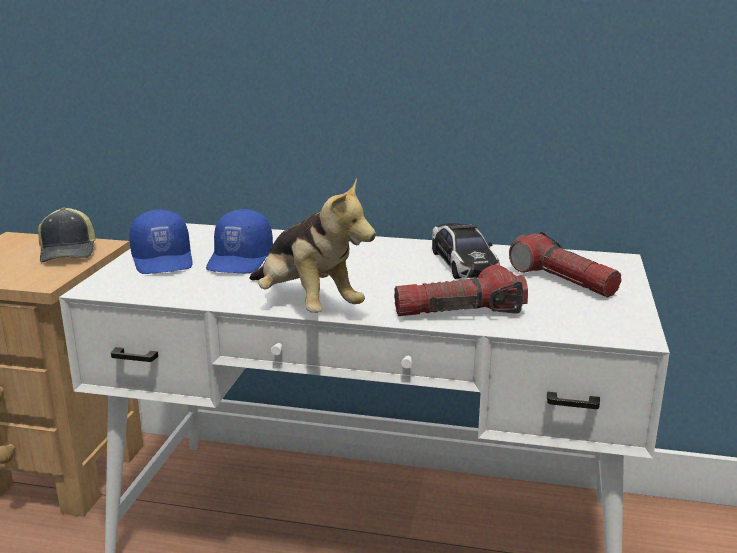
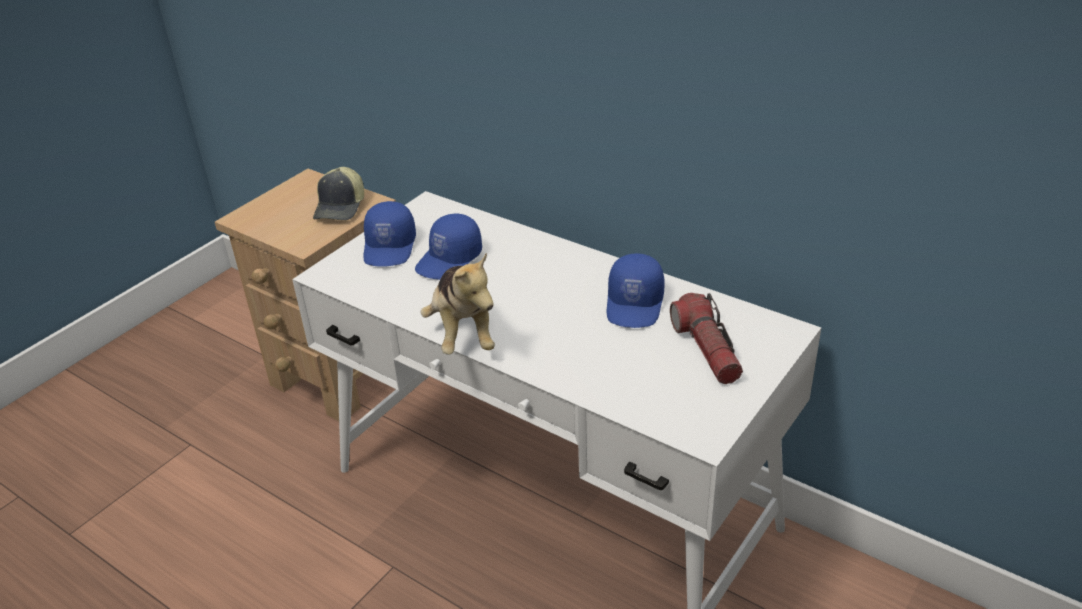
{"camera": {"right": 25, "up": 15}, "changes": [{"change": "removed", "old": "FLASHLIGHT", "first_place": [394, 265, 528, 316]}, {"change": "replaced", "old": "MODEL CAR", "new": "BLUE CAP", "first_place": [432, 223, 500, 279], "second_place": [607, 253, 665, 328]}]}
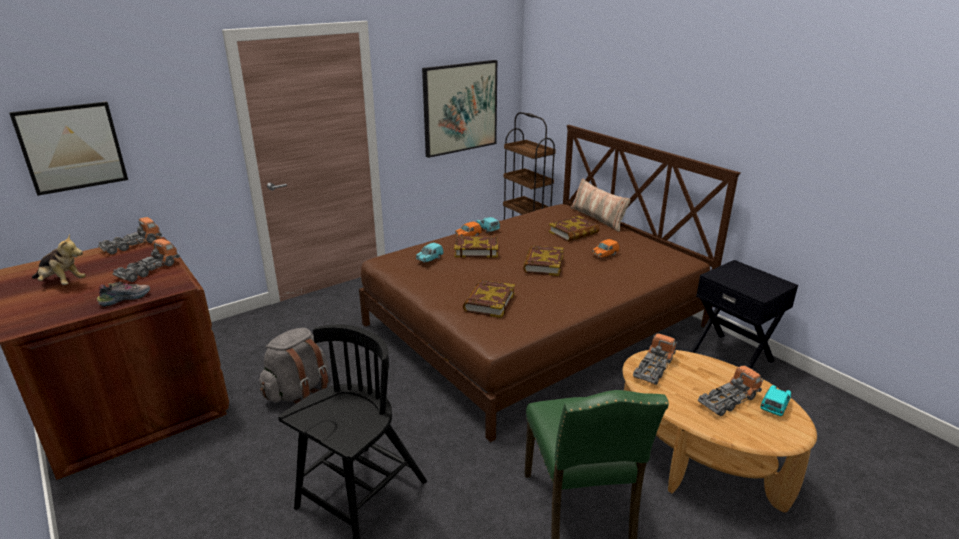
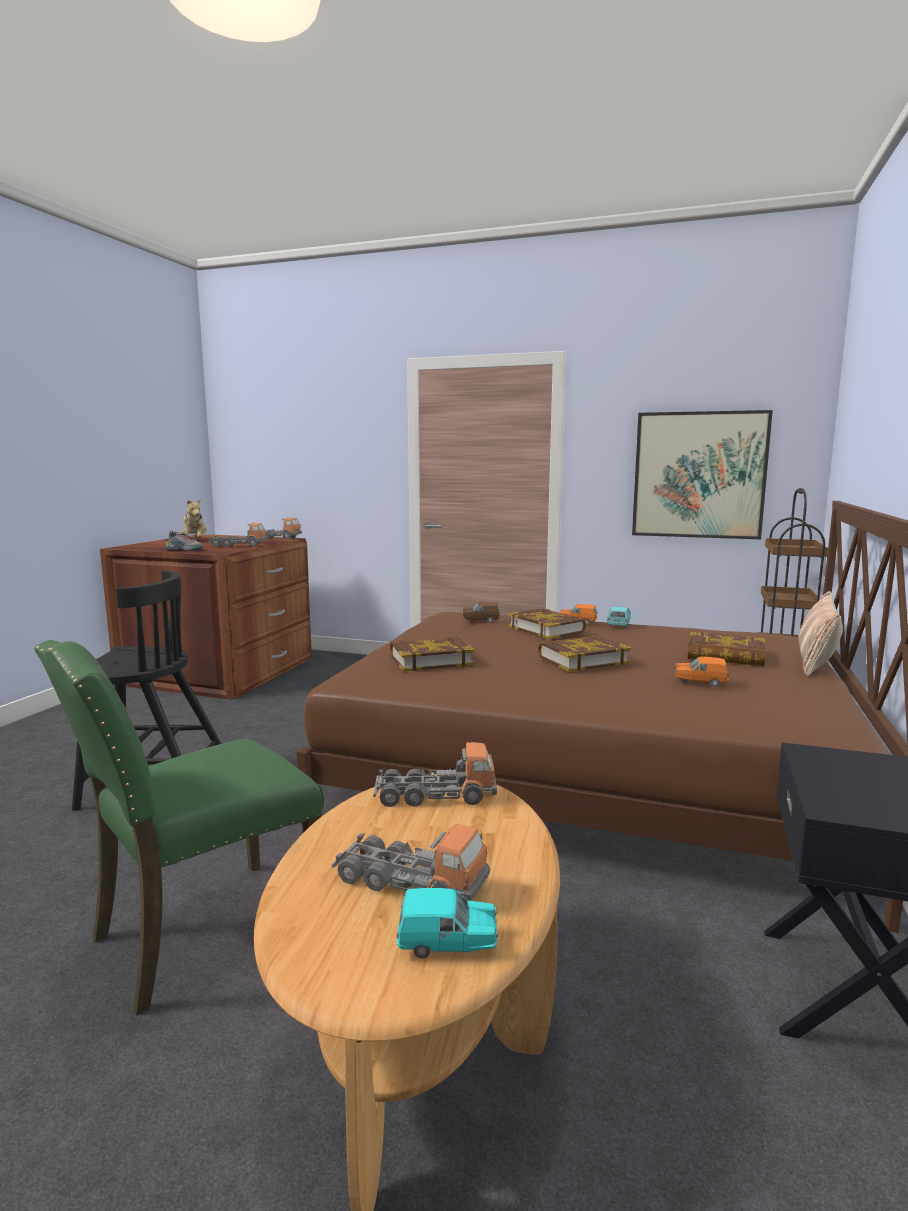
{"camera": {"right": 55, "up": -15}, "changes": [{"change": "removed", "old": "WALL PICTURE", "first_place": [9, 102, 128, 196]}, {"change": "removed", "old": "GREY BACKPACK", "first_place": [259, 328, 329, 404]}, {"change": "recoloured", "old": "TURQUOISE-COLOURED MODEL CAR", "new": "BROWN MODEL CAR", "first_place": [416, 243, 444, 263], "second_place": [462, 602, 500, 623]}]}
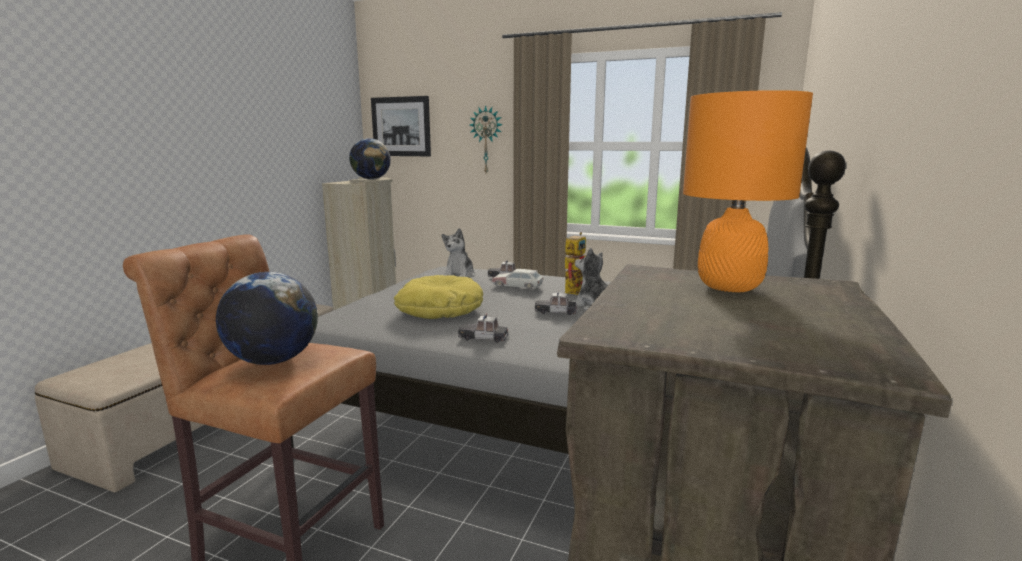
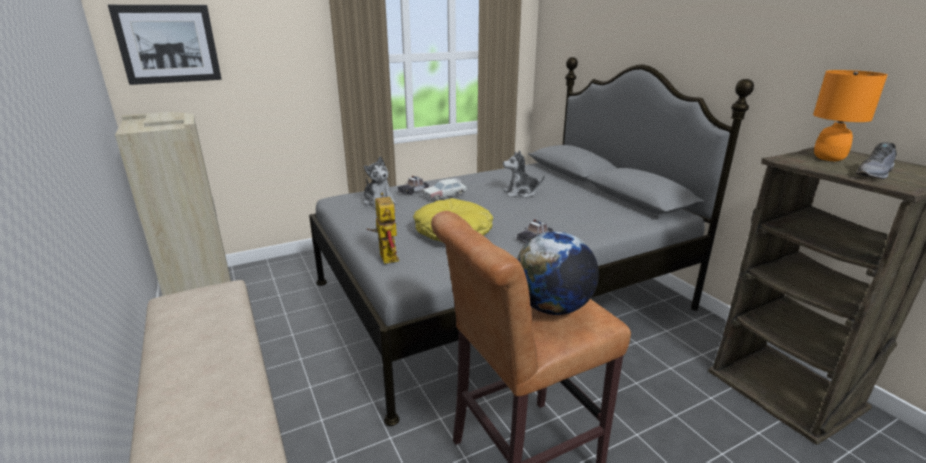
{"camera": {"right": -50, "up": 10}, "changes": [{"change": "removed", "old": "GLOBE", "first_place": [349, 138, 391, 179]}, {"change": "removed", "old": "HANGING CLOCK", "first_place": [470, 105, 503, 173]}, {"change": "removed", "old": "MODEL CAR", "first_place": [535, 290, 577, 315]}, {"change": "moved", "old": "ROBOT FIGURE", "first_place": [565, 233, 586, 295], "second_place": [367, 193, 399, 264]}, {"change": "added", "new": "GREY LOW SHOE", "second_place": [856, 142, 897, 179]}]}
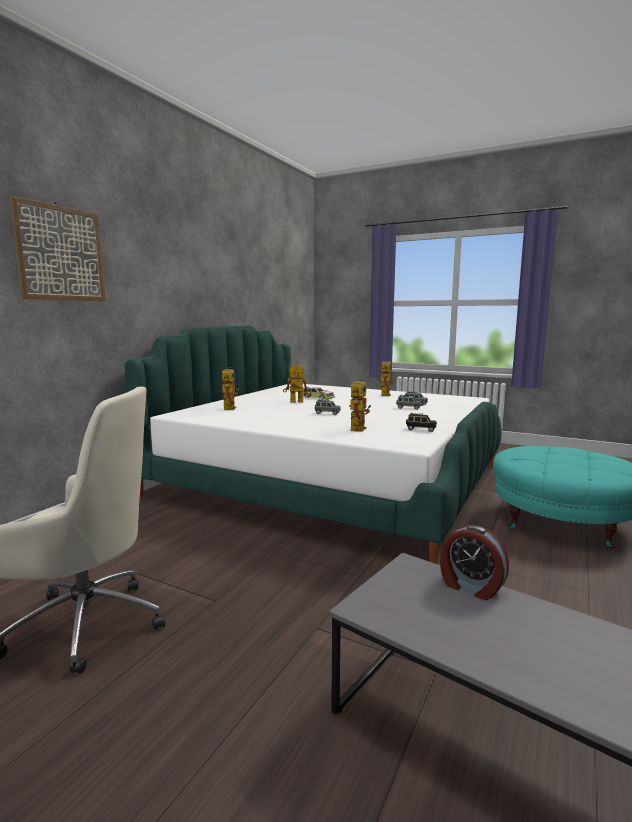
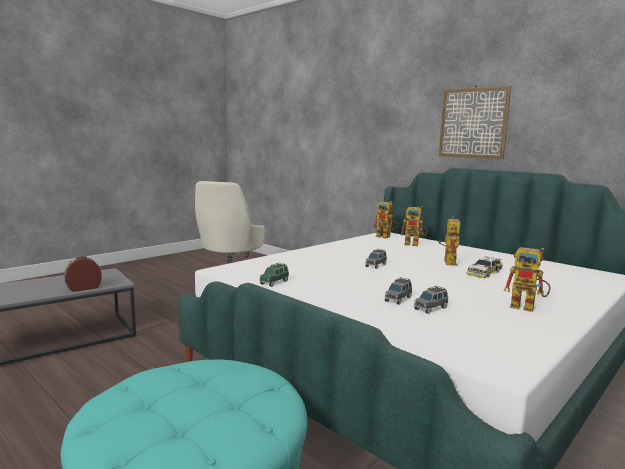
{"camera": {"right": 105, "up": 0}, "changes": [{"change": "moved", "old": "WALL PICTURE", "first_place": [10, 196, 106, 301], "second_place": [439, 85, 511, 159]}, {"change": "moved", "old": "ROBOT FIGURE", "first_place": [349, 378, 371, 432], "second_place": [373, 201, 399, 239]}, {"change": "recoloured", "old": "BLACKISH MODEL CAR", "new": "GREENISH MODEL CAR", "first_place": [406, 413, 437, 432], "second_place": [259, 263, 289, 287]}]}
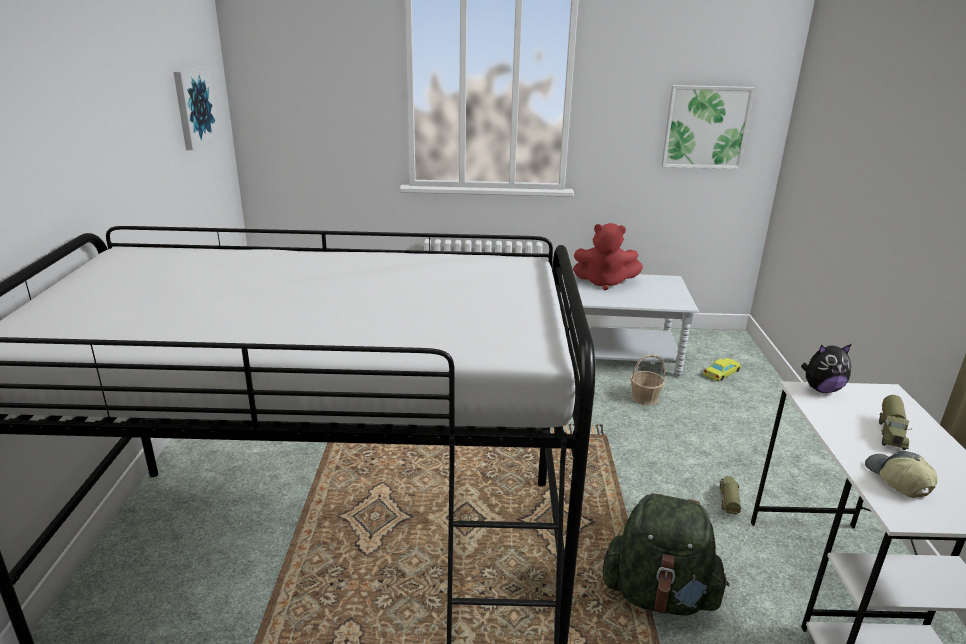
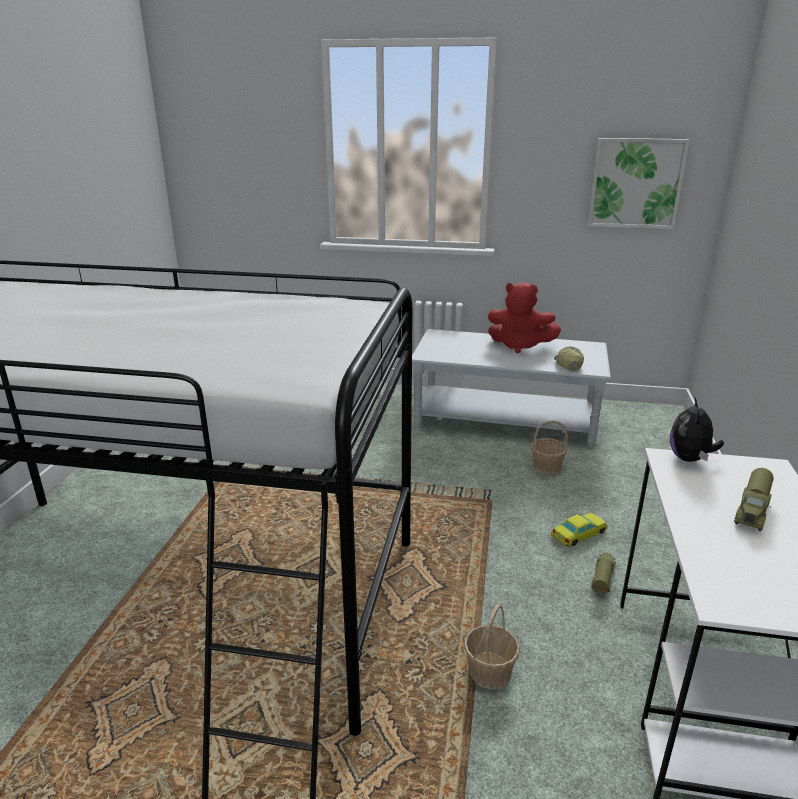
{"camera": {"right": 10, "up": 0}, "changes": [{"change": "removed", "old": "WALL PICTURE", "first_place": [174, 64, 219, 150]}, {"change": "replaced", "old": "GREENISH BACKPACK", "new": "STORAGE BASKET", "first_place": [603, 493, 729, 616], "second_place": [464, 604, 520, 689]}, {"change": "moved", "old": "YELLOW MODEL CAR", "first_place": [703, 358, 741, 381], "second_place": [551, 513, 608, 547]}, {"change": "turned", "old": "SOFT TOY", "first_place": [801, 344, 851, 393], "second_place": [670, 397, 724, 462], "degrees": 105}, {"change": "moved", "old": "CAP", "first_place": [865, 451, 938, 498], "second_place": [554, 346, 584, 370]}]}
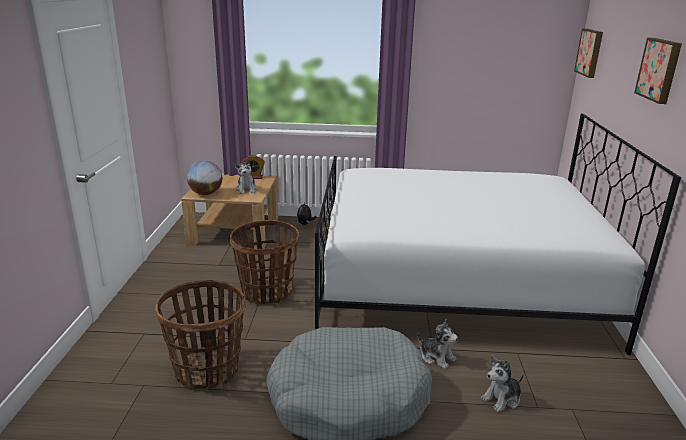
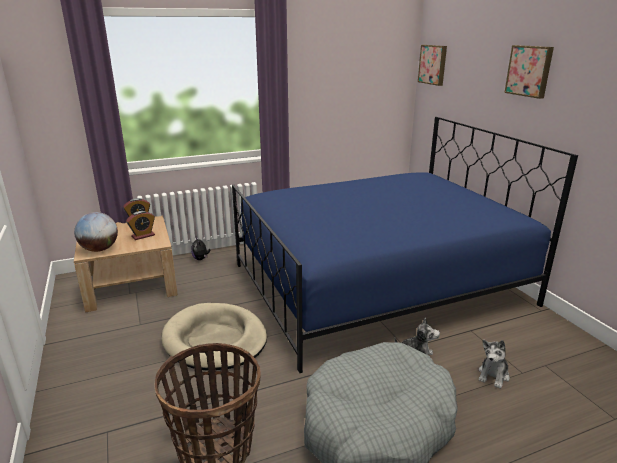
{"camera": {"right": -25, "up": 0}, "changes": [{"change": "replaced", "old": "STORAGE BASKET", "new": "BEIGE DOG CUSHION", "first_place": [230, 220, 299, 305], "second_place": [161, 303, 267, 370]}, {"change": "replaced", "old": "SOFT TOY", "new": "TABLE CLOCK", "first_place": [234, 159, 257, 194], "second_place": [126, 211, 155, 240]}, {"change": "recoloured", "old": "WHITE-COLOURED BEDROOM BED", "new": "BLUE BEDROOM BED", "first_place": [315, 114, 681, 355], "second_place": [232, 117, 578, 373]}]}
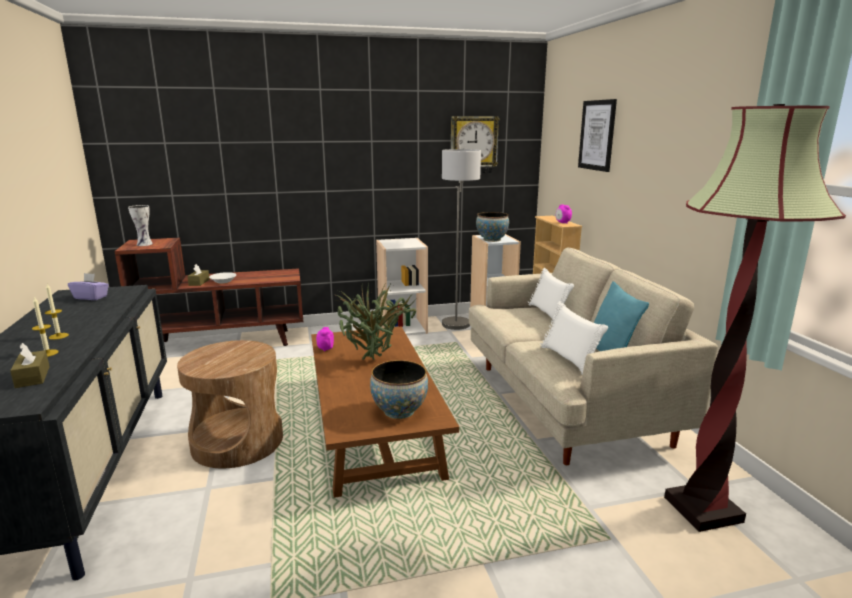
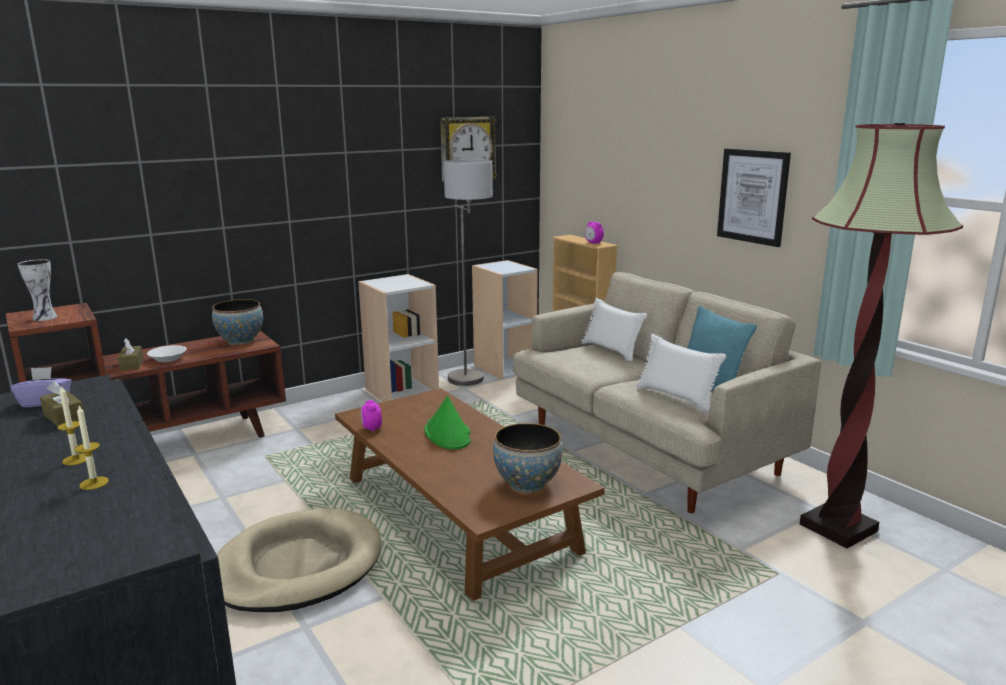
{"camera": {"right": -20, "up": 0}, "changes": [{"change": "moved", "old": "BROWN BOX OF TISSUES", "first_place": [10, 343, 50, 388], "second_place": [40, 381, 85, 427]}, {"change": "replaced", "old": "BROWN END TABLE", "new": "BEIGE DOG CUSHION", "first_place": [177, 340, 283, 468], "second_place": [217, 508, 381, 612]}, {"change": "replaced", "old": "POTTED PLANT", "new": "GREENISH HAT", "first_place": [336, 282, 416, 360], "second_place": [424, 396, 471, 449]}, {"change": "moved", "old": "SERVING BOWL", "first_place": [476, 212, 509, 242], "second_place": [212, 299, 263, 345]}, {"change": "moved", "old": "WALL PICTURE", "first_place": [578, 99, 617, 172], "second_place": [717, 149, 791, 247]}]}
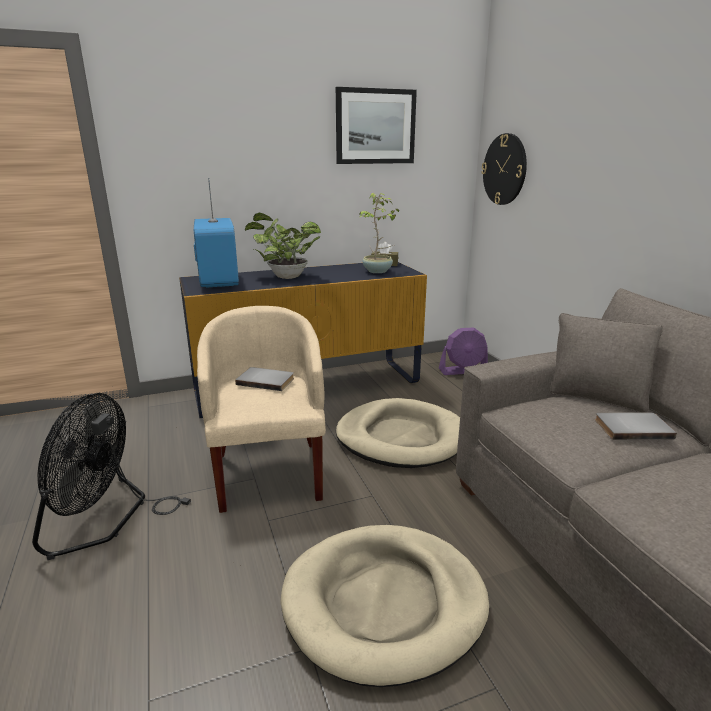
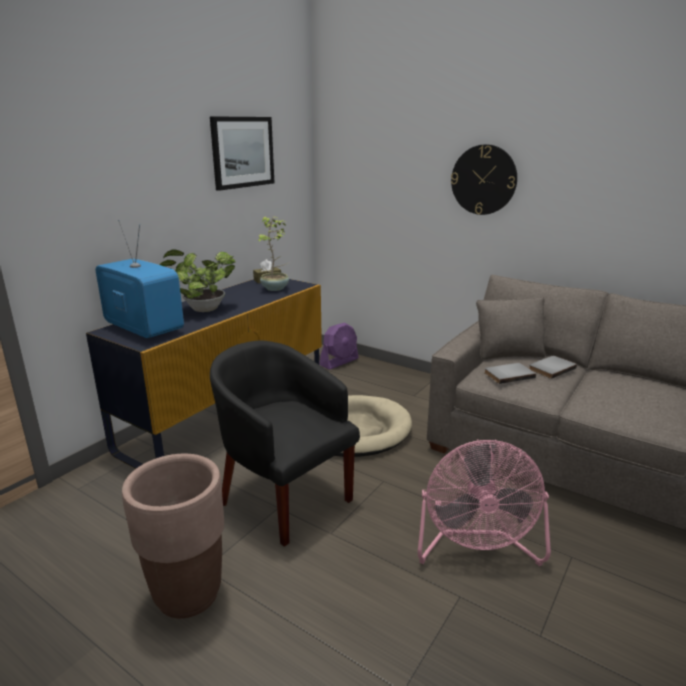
{"camera": {"right": -35, "up": 0}, "changes": [{"change": "replaced", "old": "BLACKISH FAN", "new": "BROWN FLOWER POT", "first_place": [32, 393, 191, 561], "second_place": [122, 454, 224, 618]}, {"change": "recoloured", "old": "BEIGE ARMCHAIR", "new": "BLACKISH ARMCHAIR", "first_place": [197, 306, 326, 513], "second_place": [210, 341, 360, 546]}, {"change": "moved", "old": "GREY BOUND BOOK", "first_place": [235, 367, 294, 391], "second_place": [484, 363, 536, 384]}, {"change": "replaced", "old": "BEIGE DOG CUSHION", "new": "PINKISH FAN", "first_place": [280, 525, 489, 687], "second_place": [418, 439, 551, 566]}, {"change": "moved", "old": "HANGING CLOCK", "first_place": [481, 133, 527, 205], "second_place": [451, 144, 517, 215]}]}
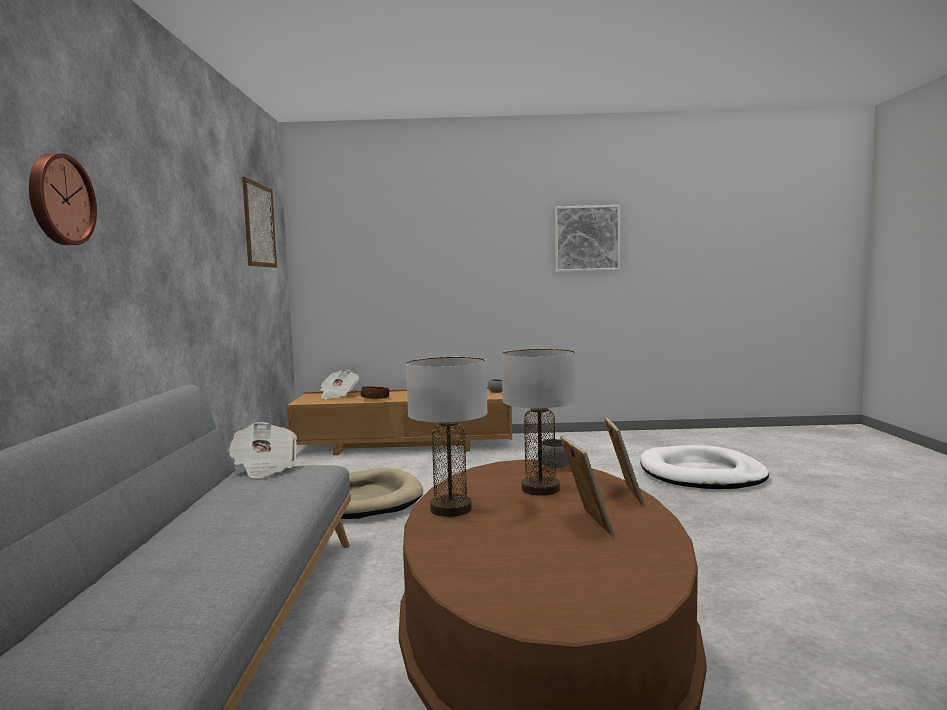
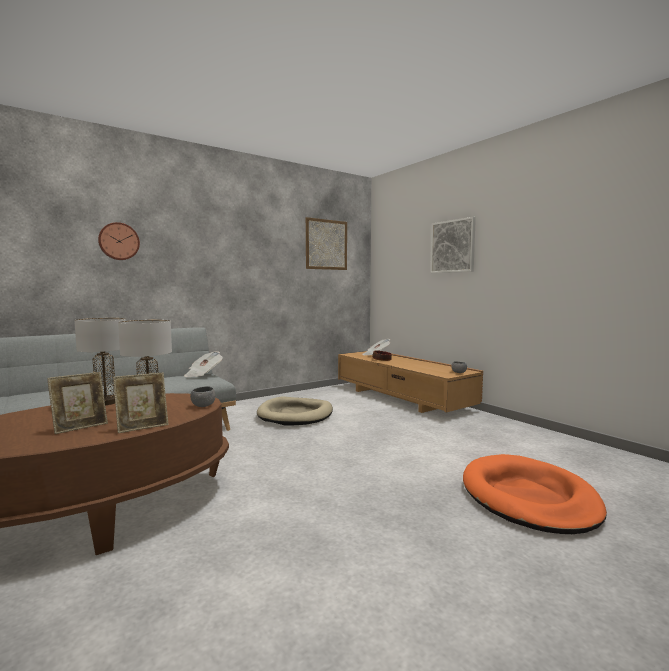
{"camera": {"right": 55, "up": 0}, "changes": [{"change": "moved", "old": "WALL PICTURE", "first_place": [554, 205, 620, 272], "second_place": [430, 217, 476, 273]}, {"change": "recoloured", "old": "WHITE-COLOURED DOG CUSHION", "new": "ORANGEY DOG CUSHION", "first_place": [640, 445, 769, 489], "second_place": [463, 454, 607, 534]}]}
